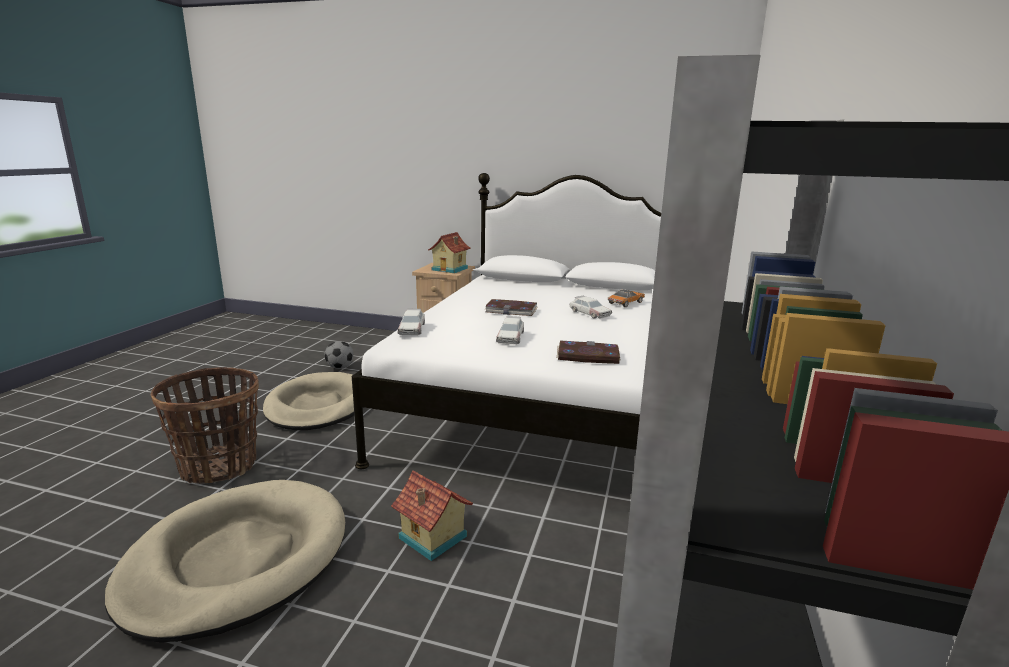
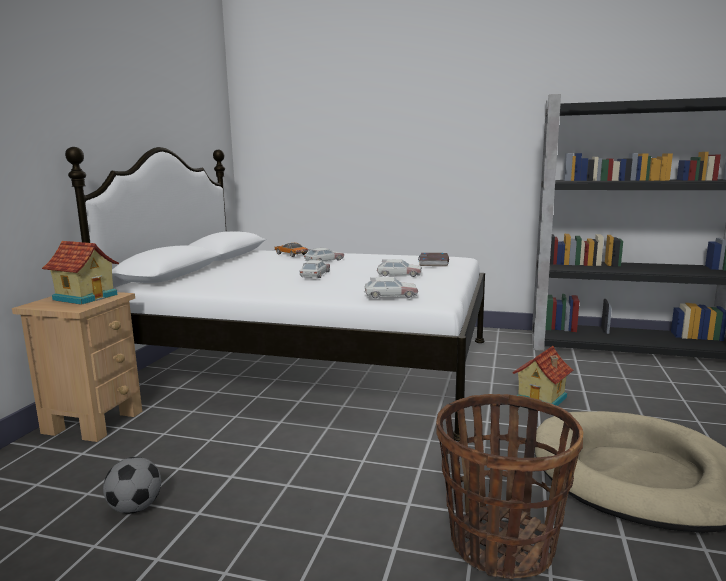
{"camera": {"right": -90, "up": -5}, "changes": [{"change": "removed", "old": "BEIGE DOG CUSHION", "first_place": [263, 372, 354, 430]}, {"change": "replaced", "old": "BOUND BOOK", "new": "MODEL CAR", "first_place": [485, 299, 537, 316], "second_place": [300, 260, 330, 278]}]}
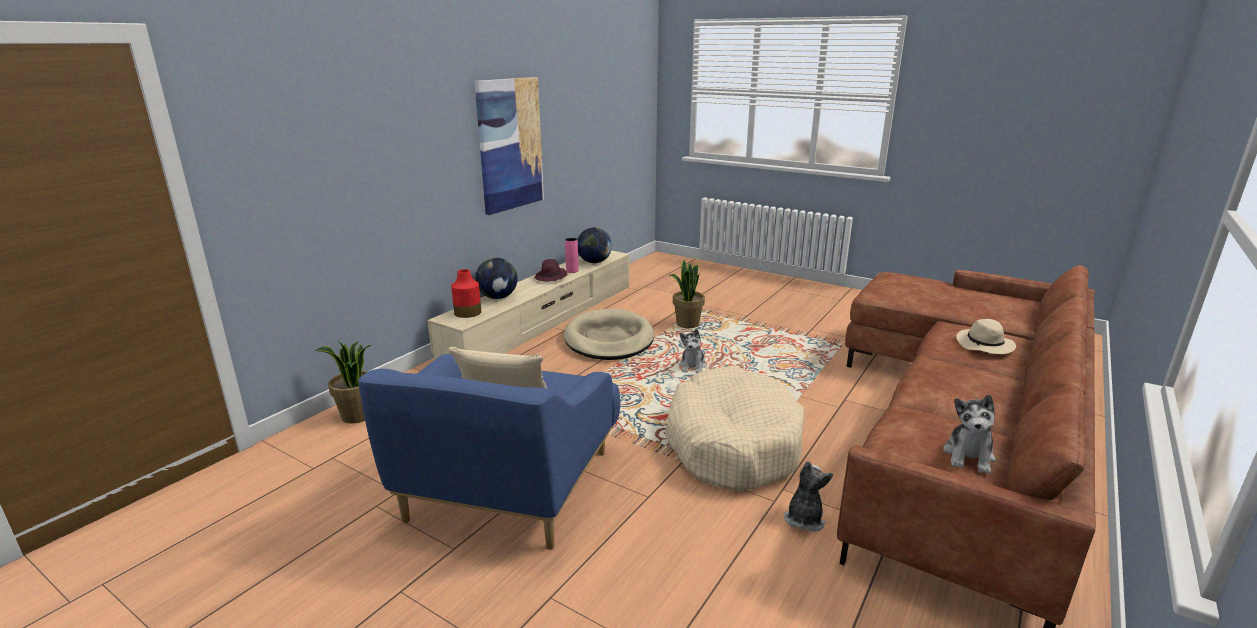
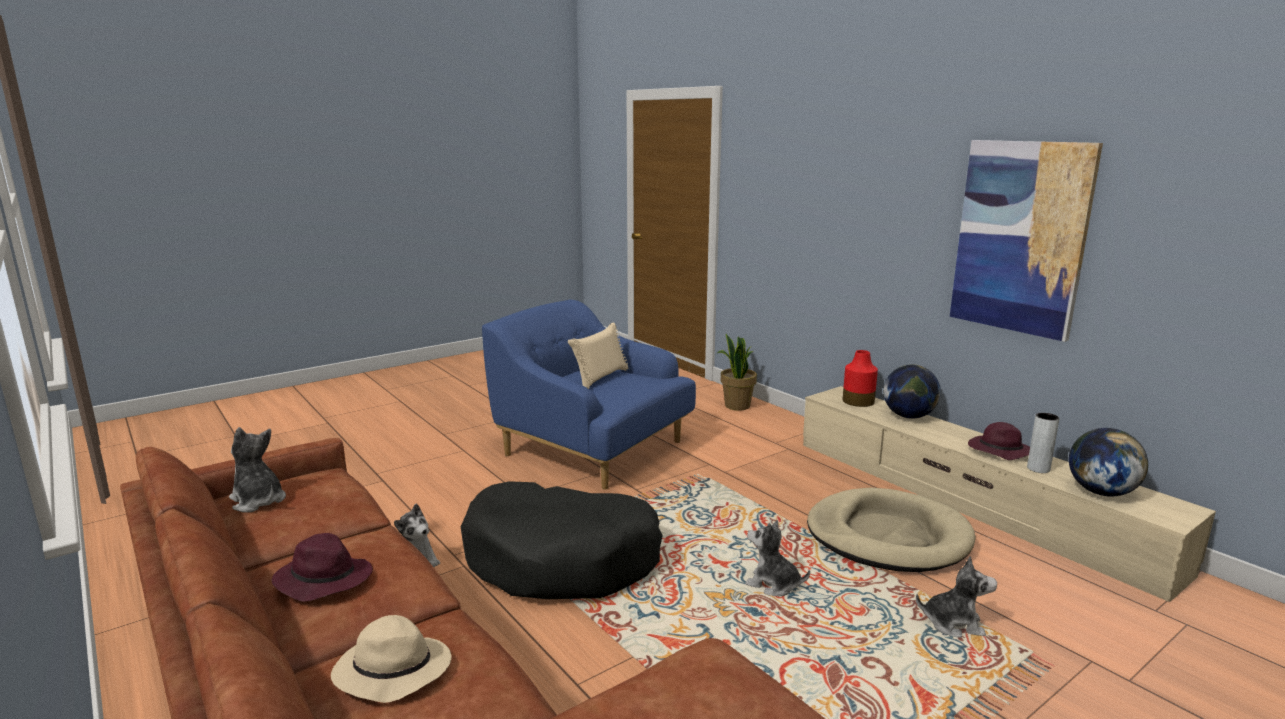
{"camera": {"right": 110, "up": -5}, "changes": [{"change": "recoloured", "old": "PINKISH VASE", "new": "GREY VASE", "first_place": [565, 238, 578, 273], "second_place": [1027, 413, 1059, 473]}, {"change": "recoloured", "old": "BEIGE DOG CUSHION", "new": "BLACKISH DOG CUSHION", "first_place": [665, 366, 805, 491], "second_place": [461, 481, 663, 599]}, {"change": "replaced", "old": "POTTED PLANT", "new": "SOFT TOY", "first_place": [669, 260, 705, 328], "second_place": [916, 556, 997, 638]}, {"change": "added", "new": "PURPLE-COLOURED HAT", "second_place": [272, 533, 373, 602]}]}
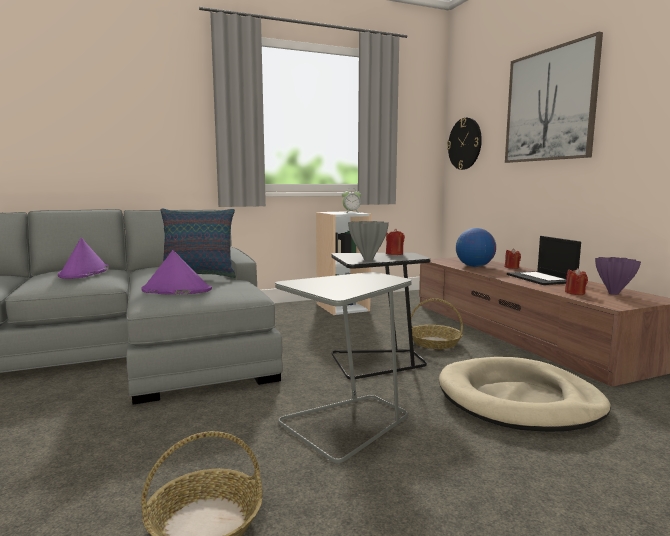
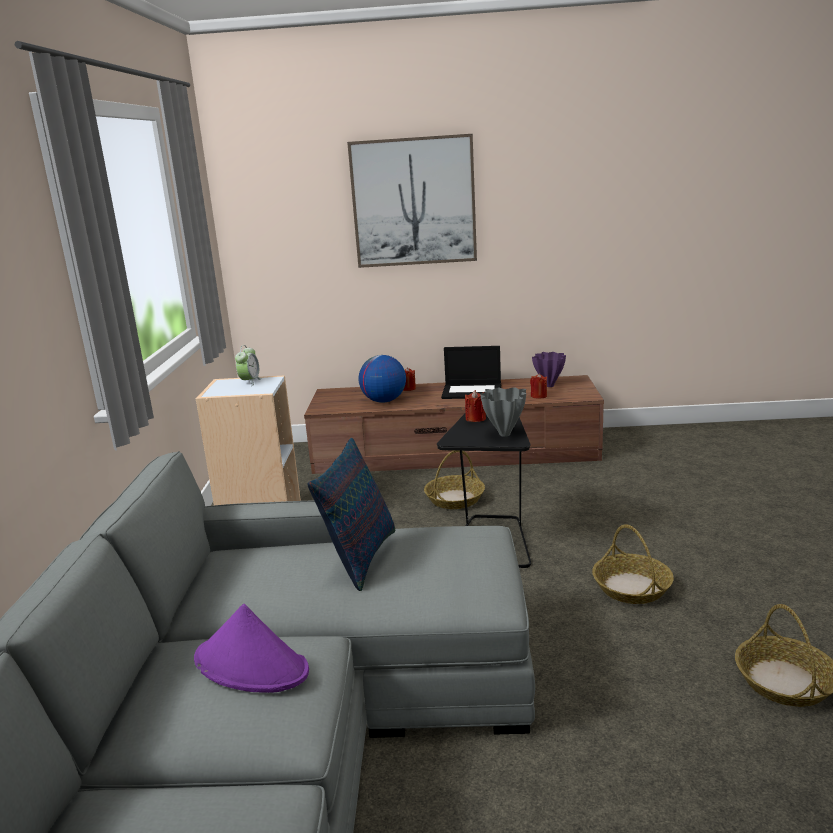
{"camera": {"right": -65, "up": 10}, "changes": [{"change": "removed", "old": "PURPLE-COLOURED HAT", "first_place": [141, 250, 212, 295]}, {"change": "replaced", "old": "GREY END TABLE", "new": "STORAGE BASKET", "first_place": [275, 272, 412, 463], "second_place": [592, 524, 674, 604]}, {"change": "removed", "old": "BEIGE DOG CUSHION", "first_place": [439, 357, 611, 432]}, {"change": "removed", "old": "HANGING CLOCK", "first_place": [447, 118, 482, 170]}]}
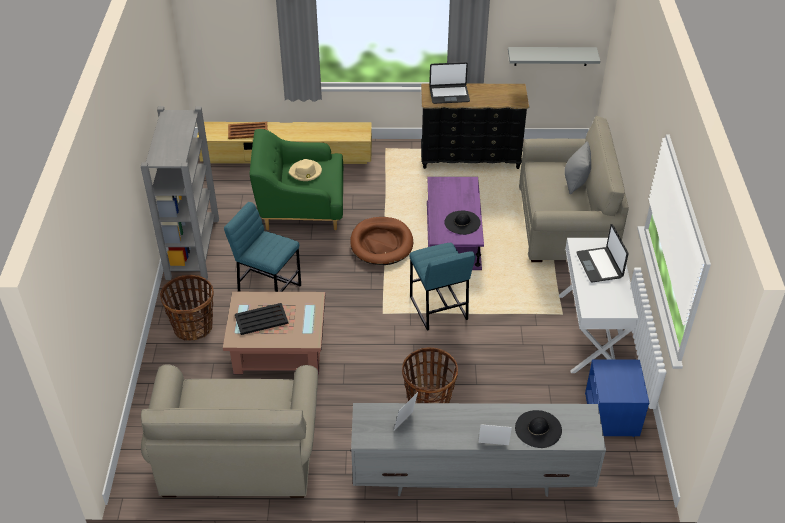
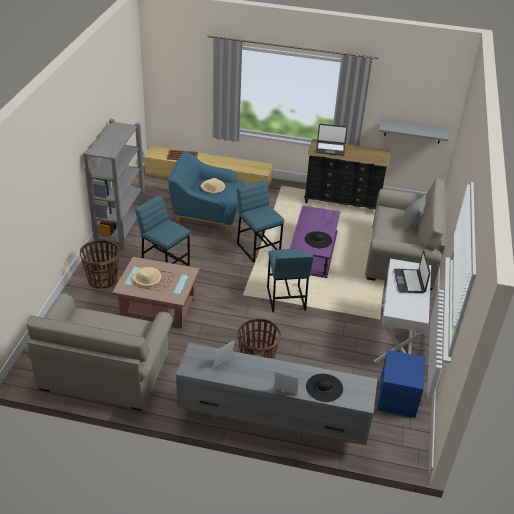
{"camera": {"right": 10, "up": -5}, "changes": [{"change": "replaced", "old": "BLACKISH CARRYING TRAY", "new": "BEIGE HAT", "first_place": [235, 303, 288, 335], "second_place": [132, 267, 161, 287]}, {"change": "recoloured", "old": "GREENISH ARMCHAIR", "new": "BLUE ARMCHAIR", "first_place": [250, 129, 343, 230], "second_place": [168, 152, 244, 233]}, {"change": "replaced", "old": "BROWN DOG CUSHION", "new": "BLUE SITTING STOOL", "first_place": [350, 217, 413, 265], "second_place": [237, 180, 284, 263]}]}
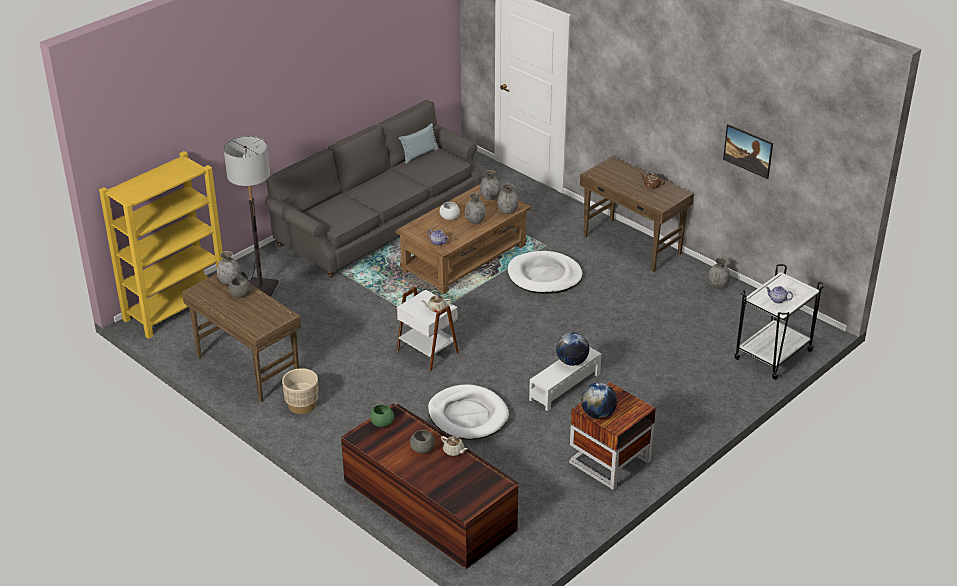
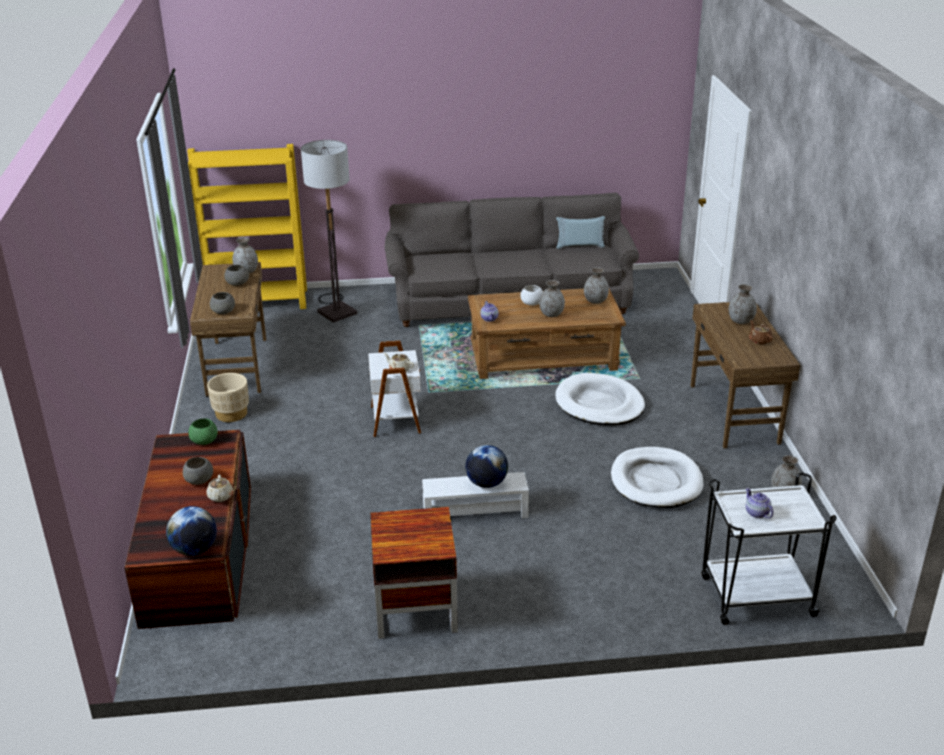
{"camera": {"right": 40, "up": -5}, "changes": [{"change": "moved", "old": "WHITE-COLOURED DOG CUSHION", "first_place": [428, 384, 509, 440], "second_place": [611, 447, 703, 508]}, {"change": "moved", "old": "GREY VASE", "first_place": [497, 183, 519, 214], "second_place": [729, 284, 757, 324]}, {"change": "moved", "old": "GLOBE", "first_place": [581, 383, 617, 419], "second_place": [166, 506, 217, 556]}, {"change": "removed", "old": "WALL PICTURE", "first_place": [723, 124, 773, 179]}, {"change": "added", "new": "GREY SERVING BOWL", "second_place": [210, 292, 235, 314]}]}
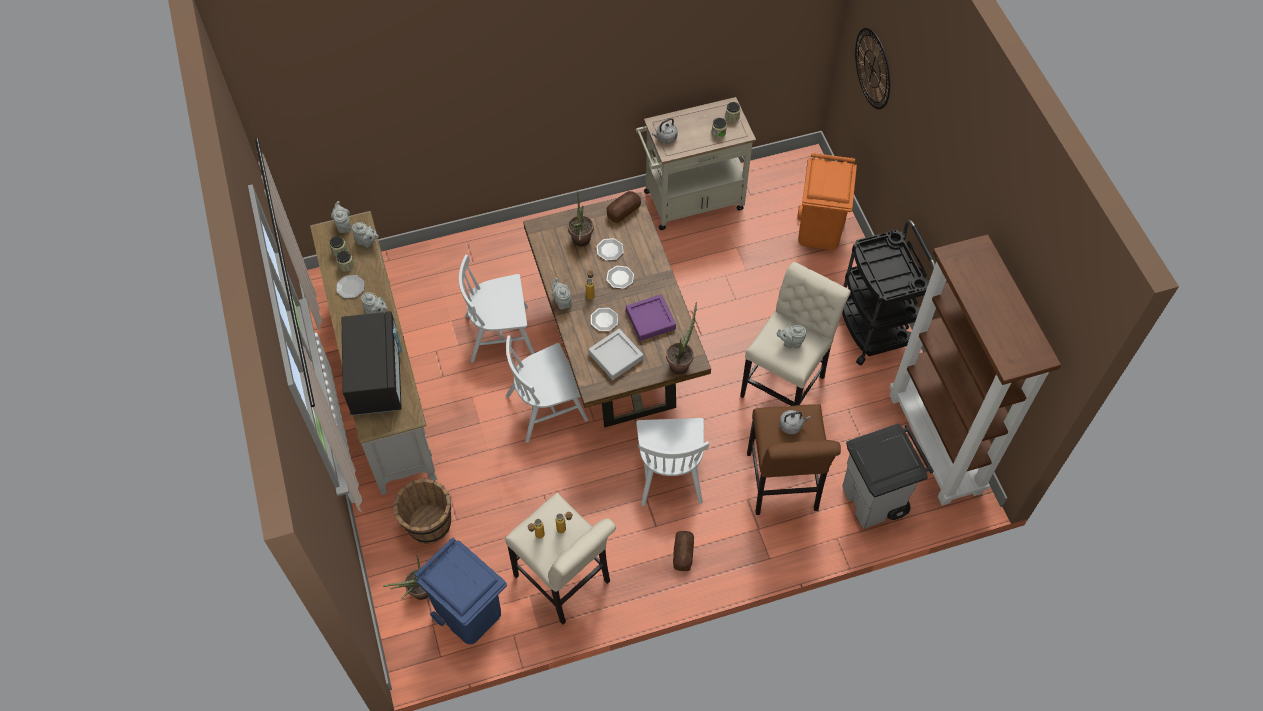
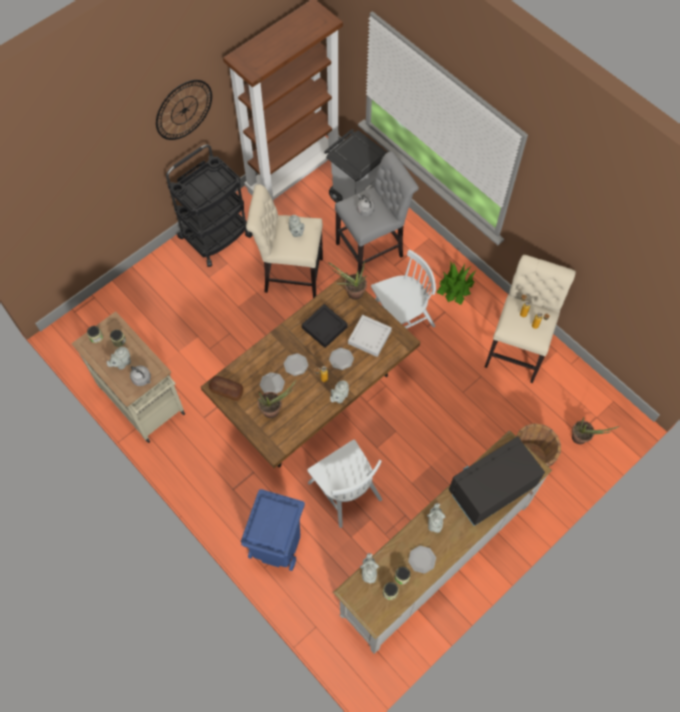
{"camera": {"right": -115, "up": 5}, "changes": [{"change": "moved", "old": "GREY TEA POT", "first_place": [331, 201, 352, 233], "second_place": [107, 347, 131, 369]}, {"change": "moved", "old": "BLUE TRASH CAN", "first_place": [415, 538, 507, 644], "second_place": [241, 489, 305, 571]}, {"change": "removed", "old": "WHITE-COLOURED CHAIR", "first_place": [506, 335, 588, 443]}, {"change": "recoloured", "old": "PURPLE-COLOURED CARRYING TRAY", "new": "BLACKISH CARRYING TRAY", "first_place": [626, 294, 676, 341], "second_place": [302, 304, 348, 348]}, {"change": "replaced", "old": "BAKERY BREAD", "new": "POTTED PLANT", "first_place": [673, 531, 694, 571], "second_place": [436, 262, 476, 305]}, {"change": "recoloured", "old": "BROWN SITTING STOOL", "new": "GREY SITTING STOOL", "first_place": [747, 404, 841, 515], "second_place": [335, 151, 419, 274]}, {"change": "removed", "old": "ORANGEY TRASH CAN", "first_place": [797, 153, 857, 250]}, {"change": "moved", "old": "HANGING CLOCK", "first_place": [855, 28, 890, 109], "second_place": [156, 80, 212, 140]}]}
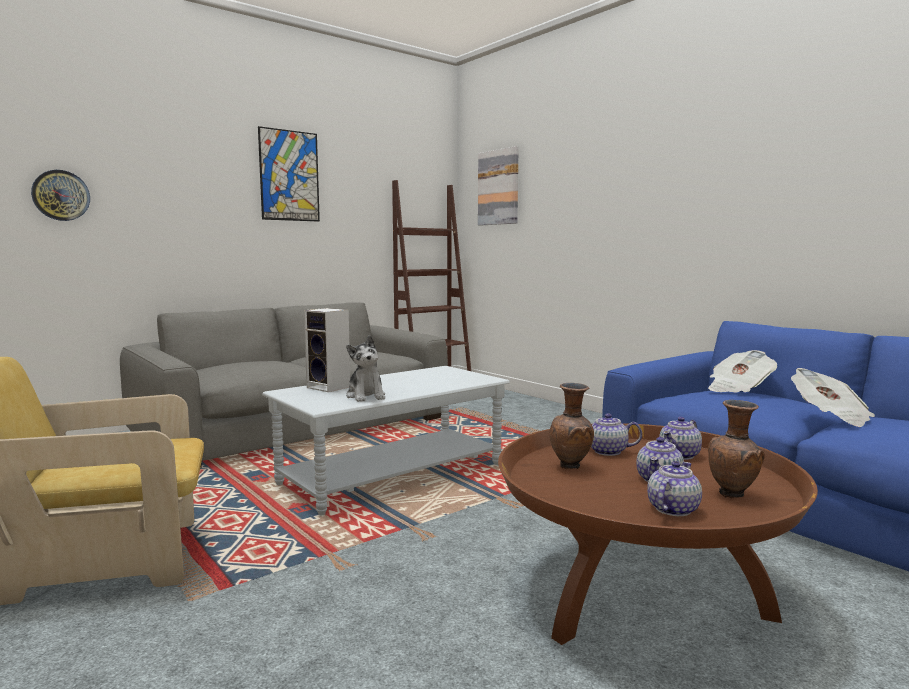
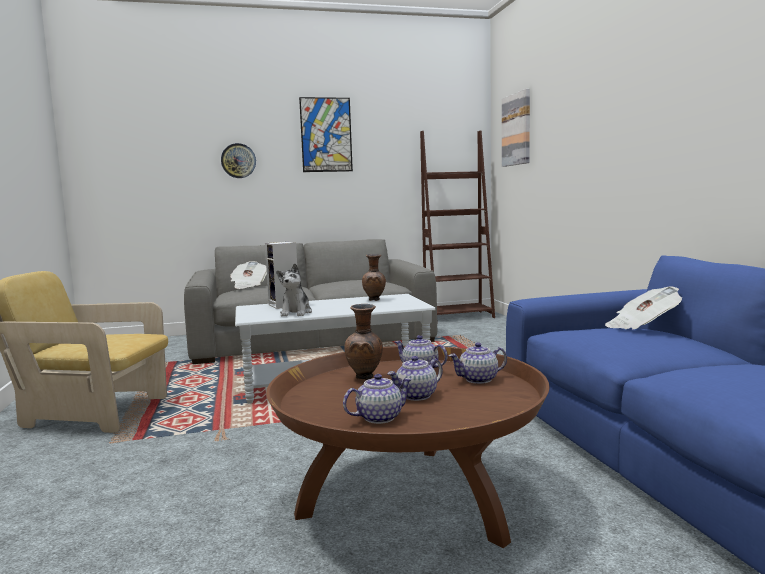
{"camera": {"right": 25, "up": 0}, "changes": [{"change": "moved", "old": "HANGING CLOCK", "first_place": [31, 170, 90, 221], "second_place": [221, 143, 256, 178]}, {"change": "moved", "old": "BROWN VASE", "first_place": [708, 400, 765, 498], "second_place": [362, 254, 386, 301]}, {"change": "moved", "old": "PRINTED PAPER", "first_place": [791, 368, 875, 427], "second_place": [230, 261, 267, 289]}]}
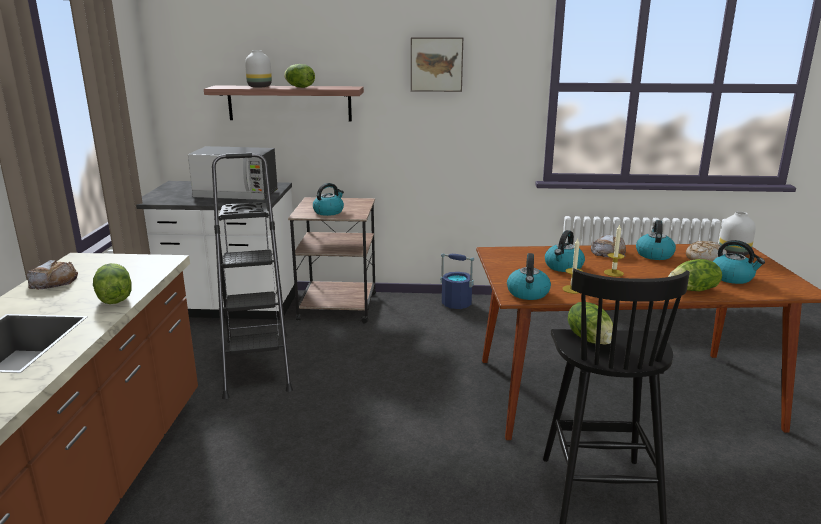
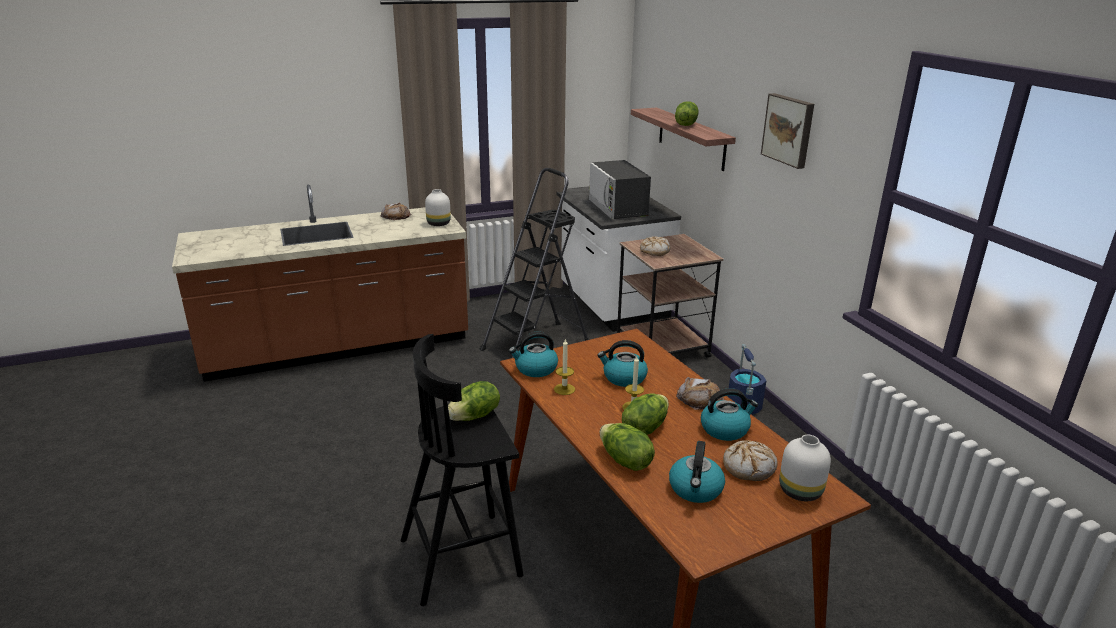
{"camera": {"right": 65, "up": 5}, "changes": [{"change": "moved", "old": "LETTUCE", "first_place": [93, 263, 132, 304], "second_place": [622, 393, 669, 435]}, {"change": "moved", "old": "WHITE-COLOURED VASE", "first_place": [245, 50, 272, 88], "second_place": [425, 189, 451, 226]}, {"change": "replaced", "old": "TEA KETTLE", "new": "BAKERY BREAD", "first_place": [313, 183, 344, 216], "second_place": [640, 236, 670, 256]}]}
